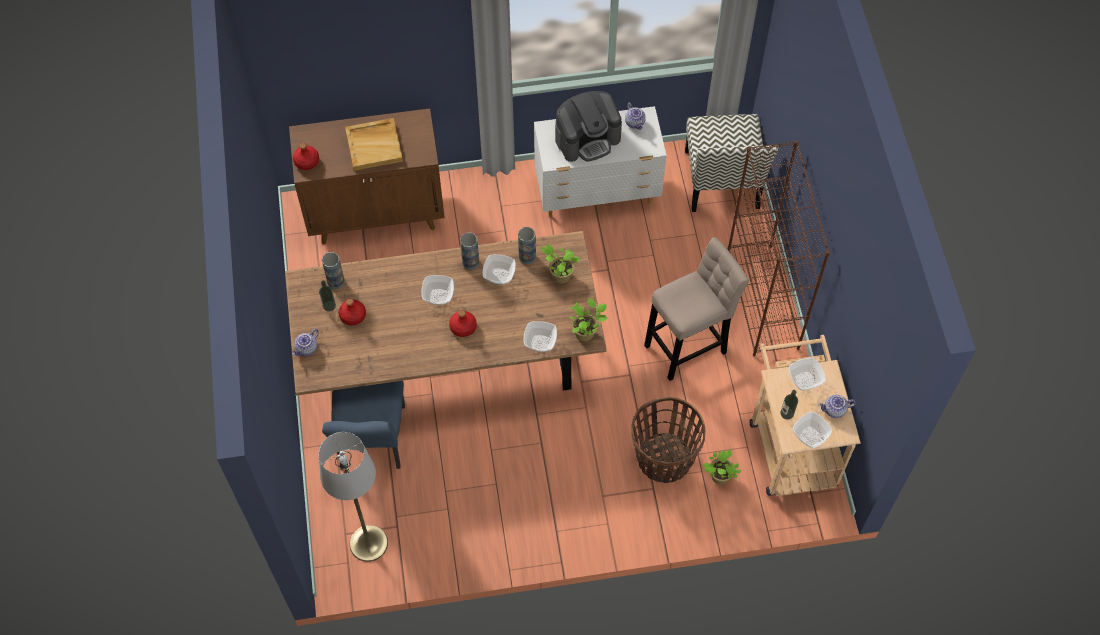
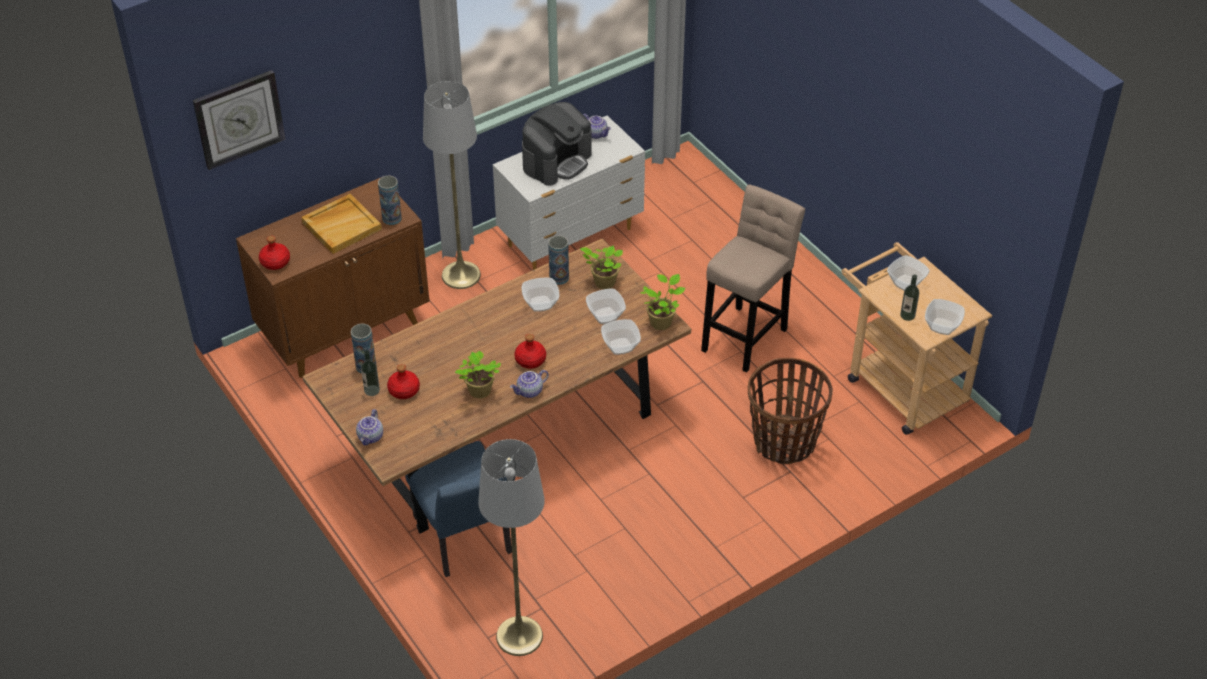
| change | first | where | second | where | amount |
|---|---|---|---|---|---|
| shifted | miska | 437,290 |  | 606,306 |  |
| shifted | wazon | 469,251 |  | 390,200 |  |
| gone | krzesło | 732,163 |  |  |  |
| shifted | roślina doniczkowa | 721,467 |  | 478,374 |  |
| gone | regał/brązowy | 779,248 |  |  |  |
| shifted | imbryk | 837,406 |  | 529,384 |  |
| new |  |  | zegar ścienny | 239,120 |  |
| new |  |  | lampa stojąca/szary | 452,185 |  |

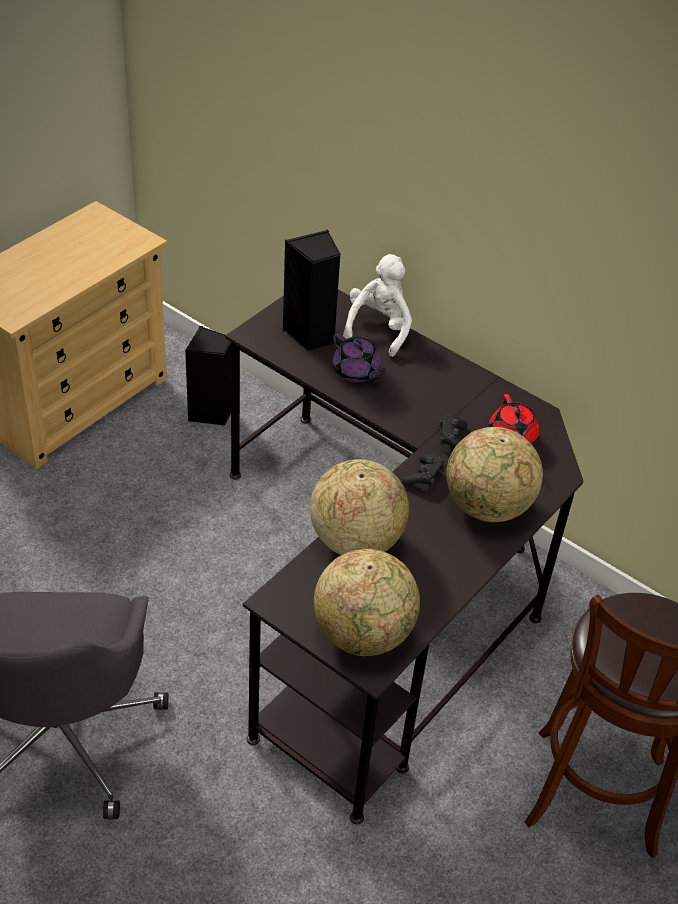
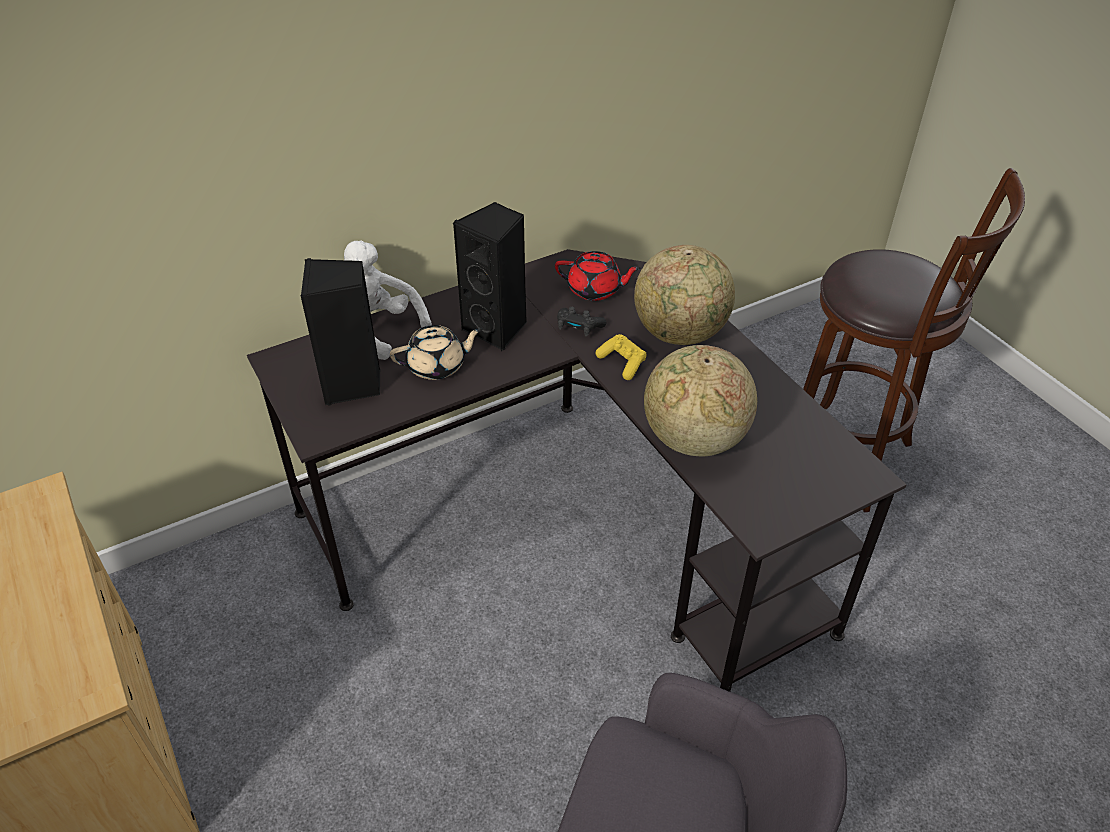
| change | first | where | second | where | amount |
|---|---|---|---|---|---|
| shifted | głośnik/czarny | 208,376 |  | 490,276 |  |
| gone | globus | 367,602 |  |  |  |
| repainted | imbryk/fioletowy | 359,357 | imbryk/beżowy | 436,352 |  |
| repainted | pad do gier/czarny | 424,471 | pad do gier/żółty | 621,357 |  |

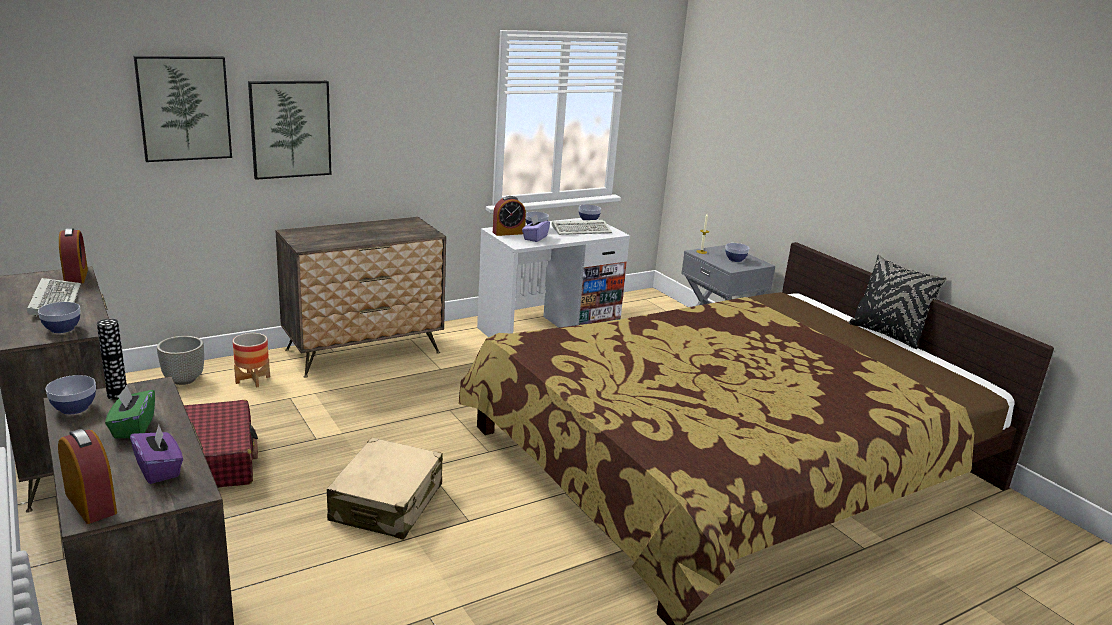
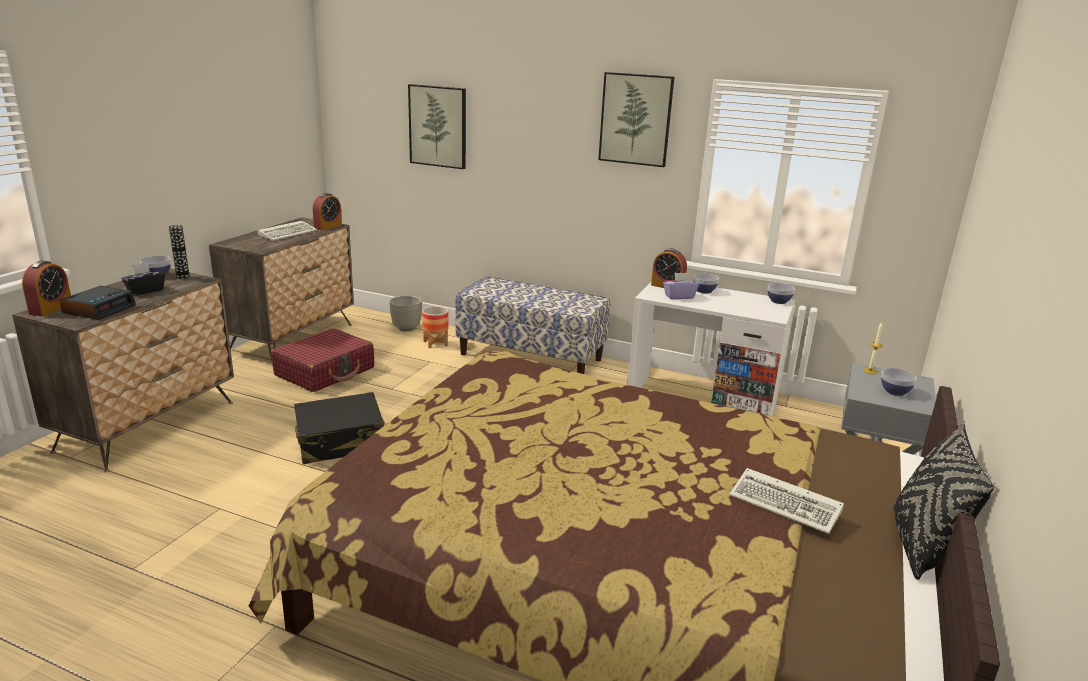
| change | first | where | second | where | amount |
|---|---|---|---|---|---|
| gone | miska | 59,317 |  |  |  |
| repainted | pudełko chusteczek/zielony | 130,411 | pudełko chusteczek/czarny | 143,279 |  |
| swapped | pudełko chusteczek/fioletowy | 156,454 | budzik | 98,303 |  |
| shifted | obraz | 289,130 |  | 636,119 |  |
| swapped | komoda | 360,297 | ławka | 532,325 |  |
| repainted | walizka/beżowy | 385,488 | walizka/czarny | 340,428 |  |
| shifted | klawiatura | 582,227 |  | 786,501 |  |

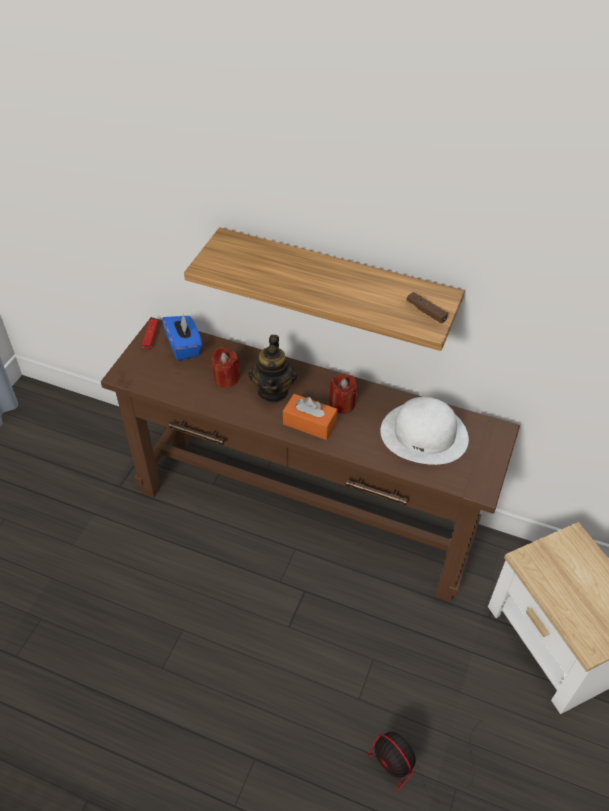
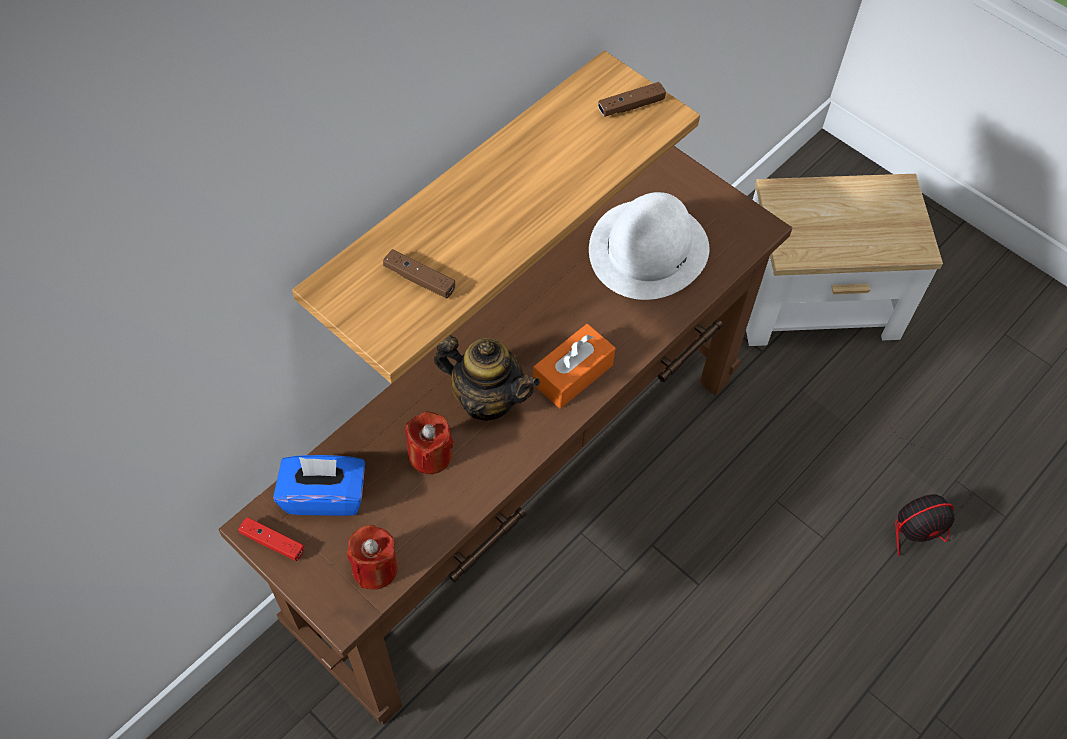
| change | first | where | second | where | amount |
|---|---|---|---|---|---|
| shifted | świeca/czerwony | 343,393 |  | 372,557 |  |
| new |  |  | pad do gier/brązowy | 419,273 |  |

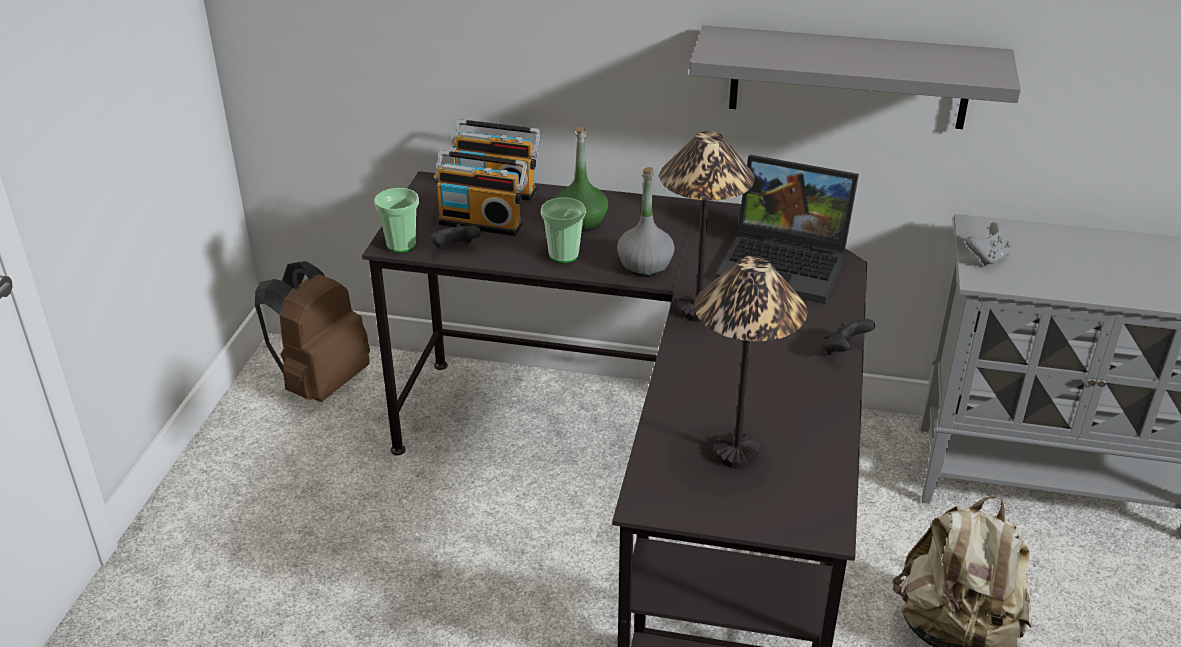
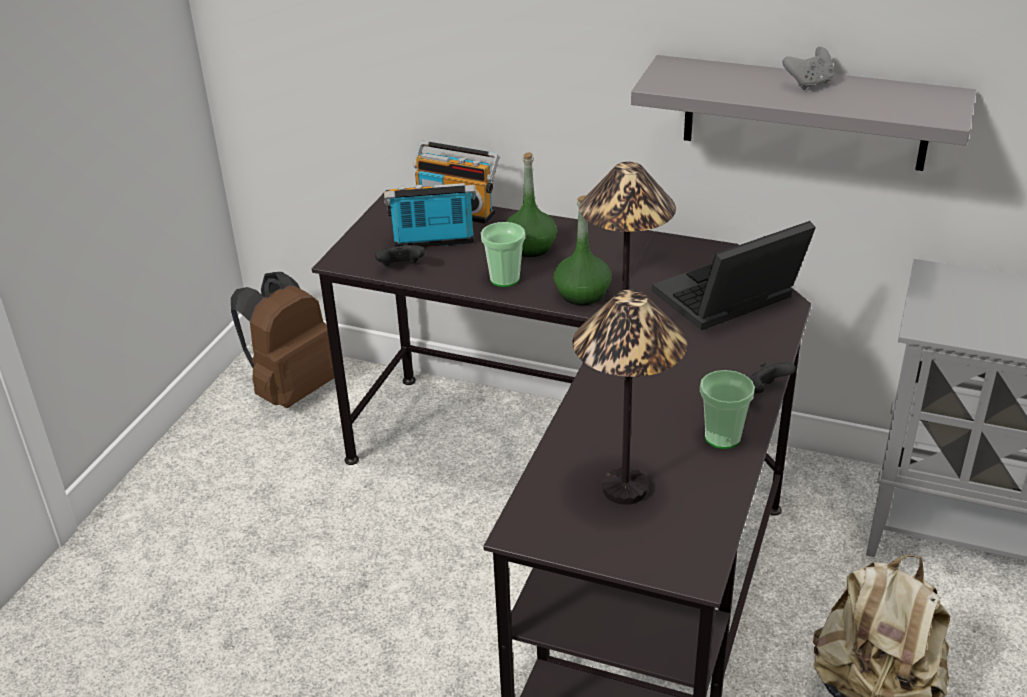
| change | first | where | second | where | amount |
|---|---|---|---|---|---|
| shifted | filiżanka | 396,220 |  | 727,409 |  |
| rotated | radio | 480,193 |  | 430,215 | 150 degrees clockwise |
| repainted | butelka/szary | 646,222 | butelka/zielony | 582,250 |  |
| rotated | laptop | 787,229 |  | 734,275 | 120 degrees clockwise |
| shifted | pad do gier/szary | 988,244 |  | 808,68 |  |

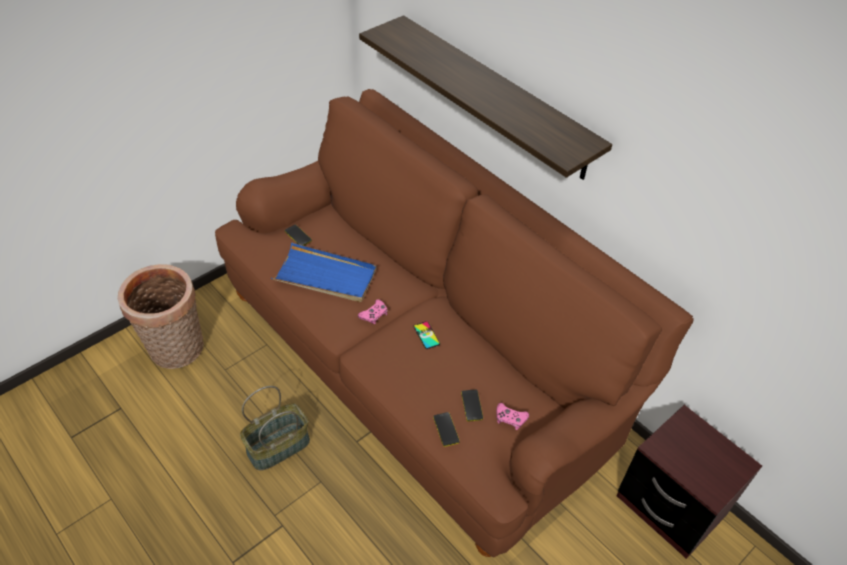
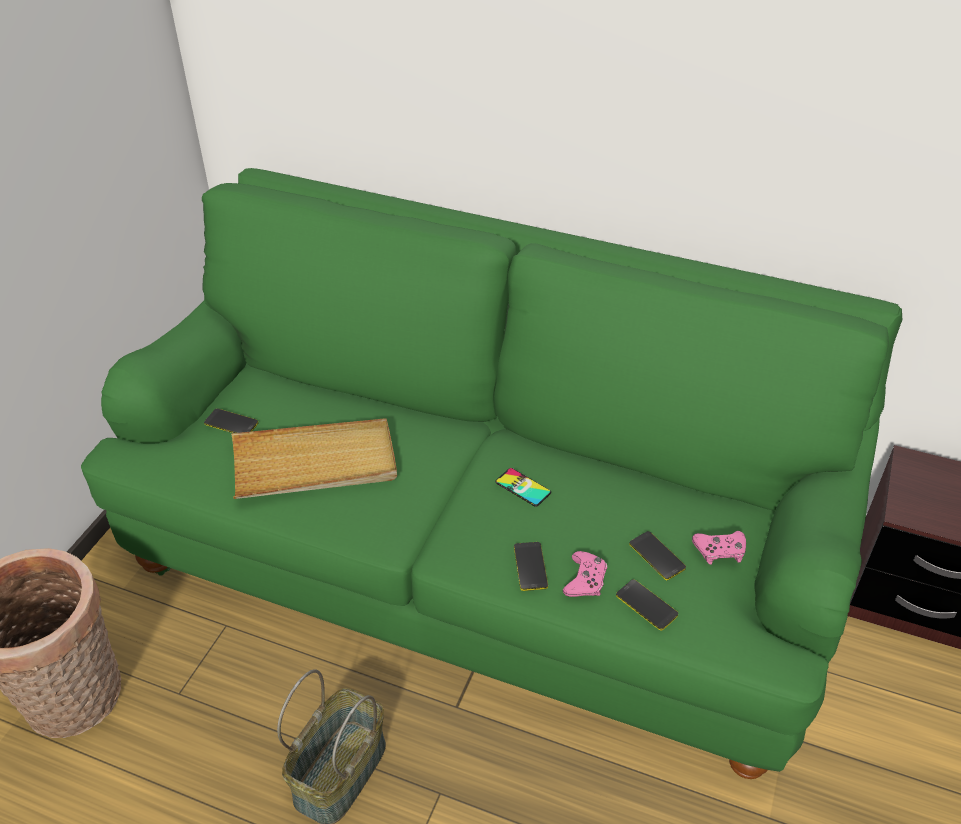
| change | first | where | second | where | amount |
|---|---|---|---|---|---|
| repainted | kanapa/brązowy | 454,323 | kanapa/zielony | 491,473 |  |
| repainted | taca/niebieski | 324,272 | taca/beżowy | 314,458 |  |
| shifted | pad do gier/różowy | 373,311 |  | 585,574 |  |
| gone | półka | 485,97 |  |  |  |
| new |  |  | telefon | 531,566 |  |

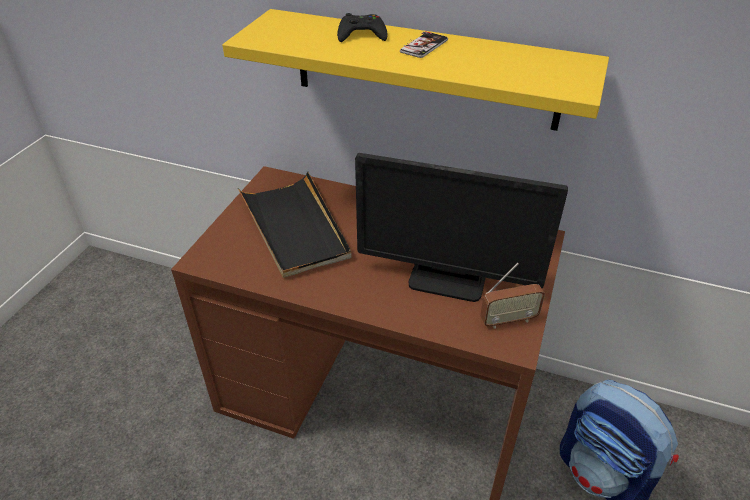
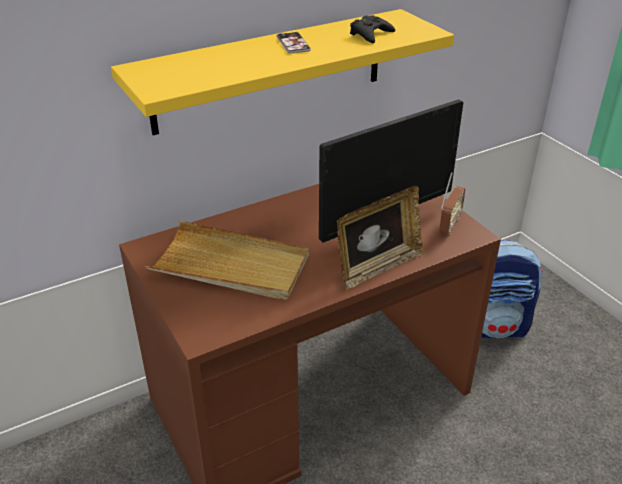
| change | first | where | second | where | amount |
|---|---|---|---|---|---|
| repainted | taca/czarny | 295,224 | taca/beżowy | 226,260 |  |
| shifted | pad do gier/czarny | 362,27 |  | 372,29 |  |
| new |  |  | ramka na zdjęcie | 380,238 |  |

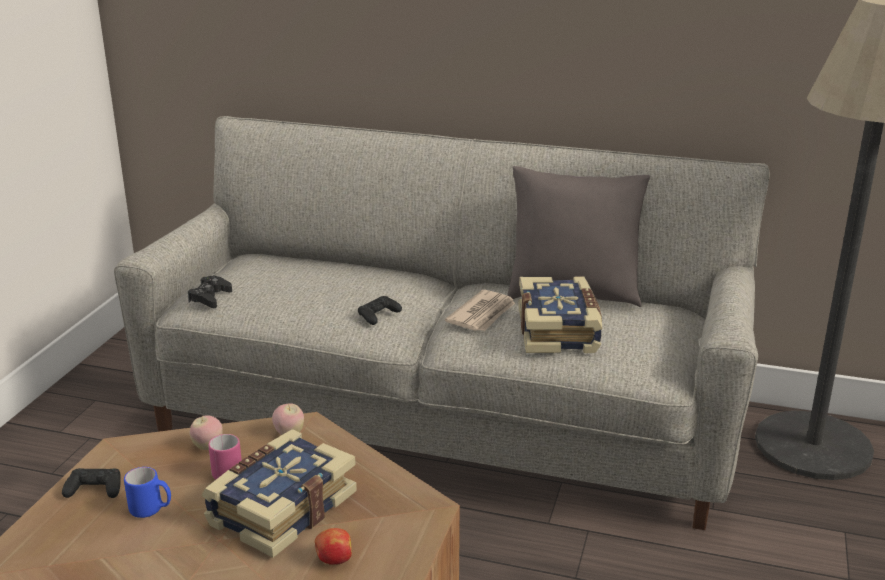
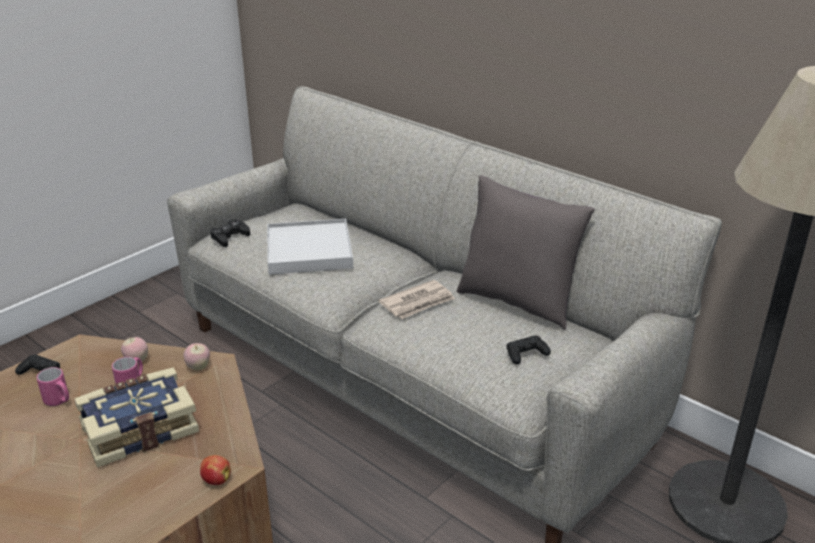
| change | first | where | second | where | amount |
|---|---|---|---|---|---|
| repainted | kubek/niebieski | 147,492 | kubek/różowy | 53,386 |  |
| shifted | jabłko | 333,546 |  | 215,470 |  |
| shifted | pad do gier/czarny | 380,310 |  | 528,349 |  |
| gone | książka | 560,315 |  |  |  |
| new |  |  | taca/biały | 310,247 |  |

